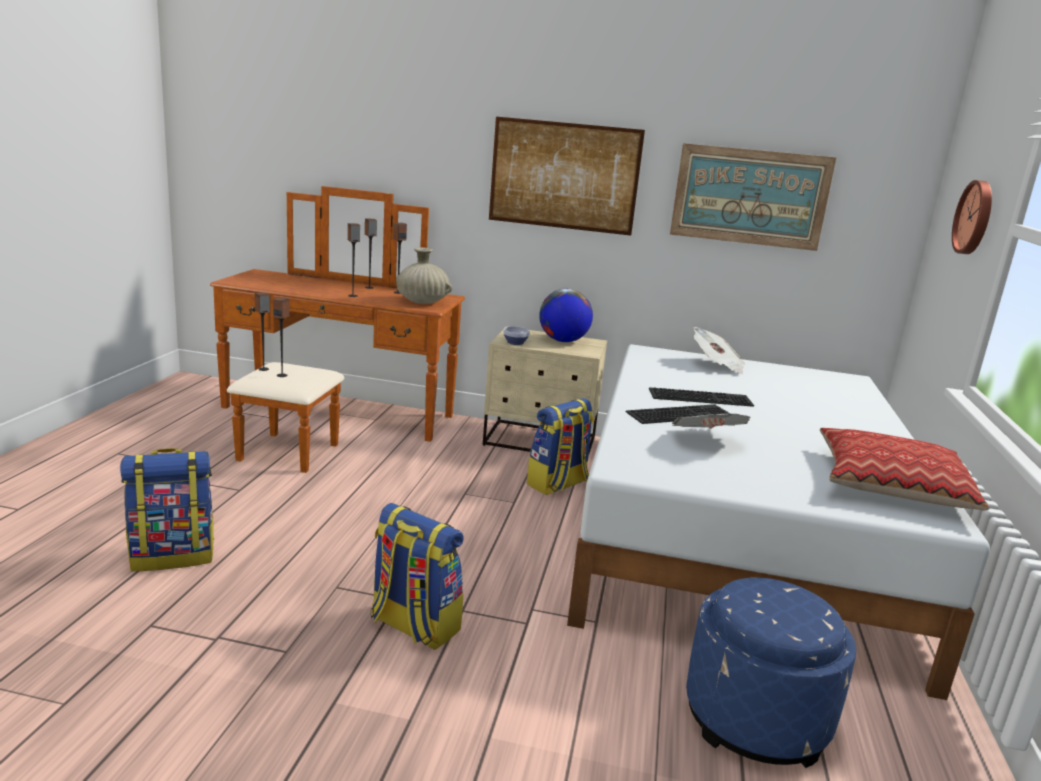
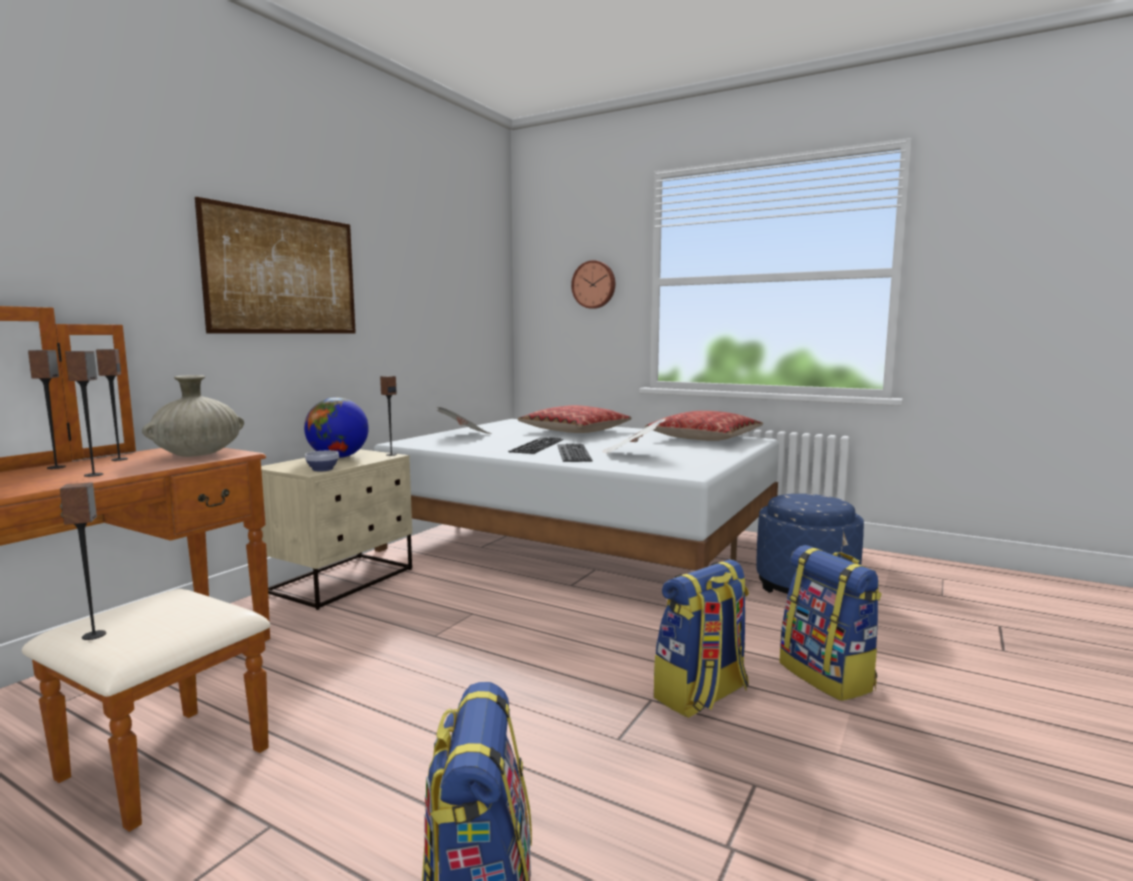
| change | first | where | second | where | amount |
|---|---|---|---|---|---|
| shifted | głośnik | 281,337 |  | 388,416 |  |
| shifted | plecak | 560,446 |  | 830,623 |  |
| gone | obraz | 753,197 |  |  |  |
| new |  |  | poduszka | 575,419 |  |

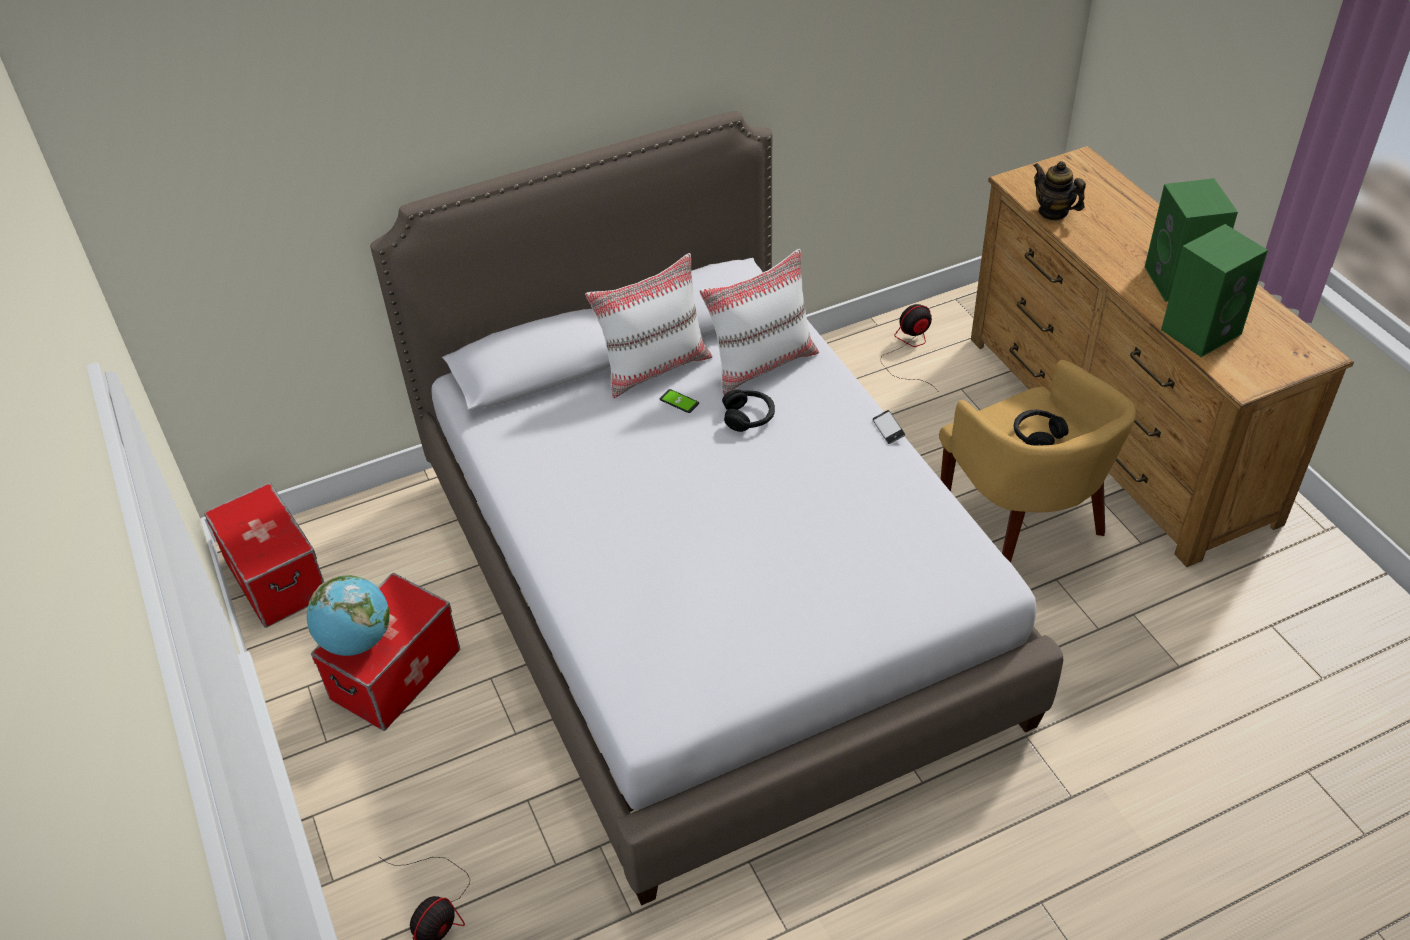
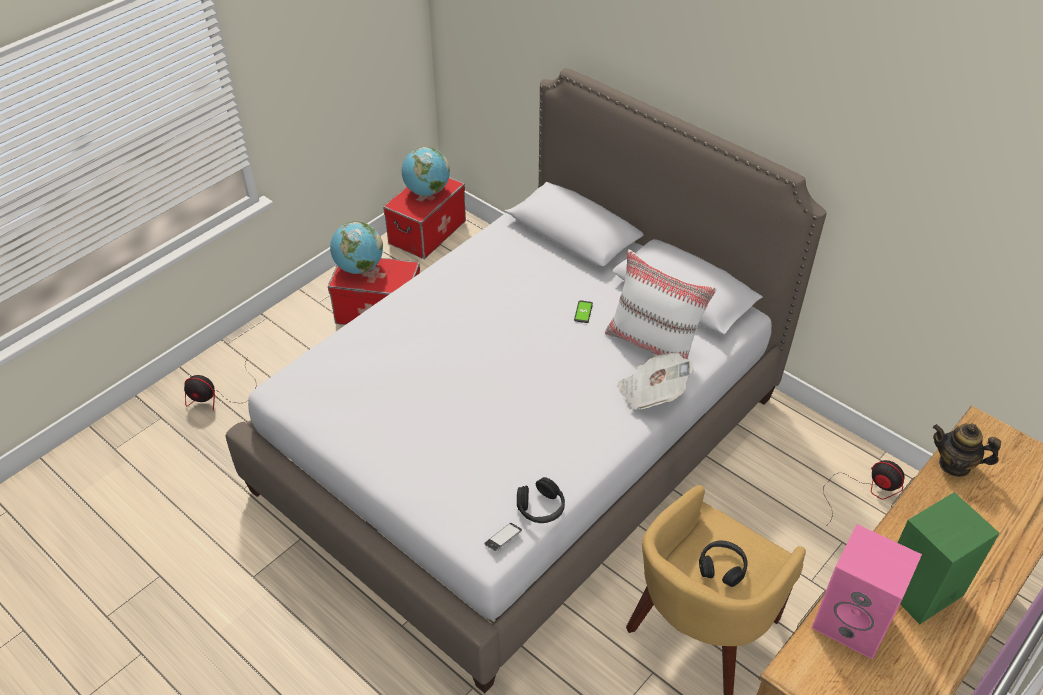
| change | first | where | second | where | amount |
|---|---|---|---|---|---|
| gone | poduszka/biały | 649,325 |  |  |  |
| shifted | słuchawki/czarny | 748,410 |  | 541,500 |  |
| shifted | telefon | 888,427 |  | 503,537 |  |
| rotated | imbryk | 1059,190 |  | 967,450 | 90 degrees counterclockwise |
| repainted | głośnik/zielony | 1214,290 | głośnik/różowy | 867,592 |  |
| new |  |  | globus | 426,171 |  |
| new |  |  | gazeta | 655,381 |  |

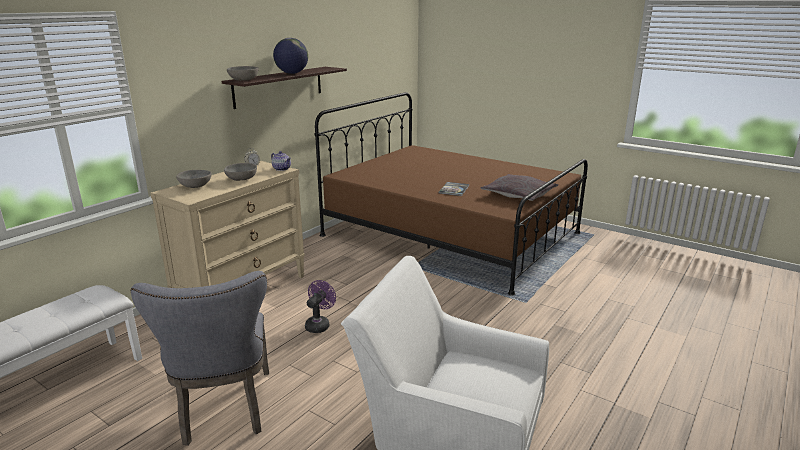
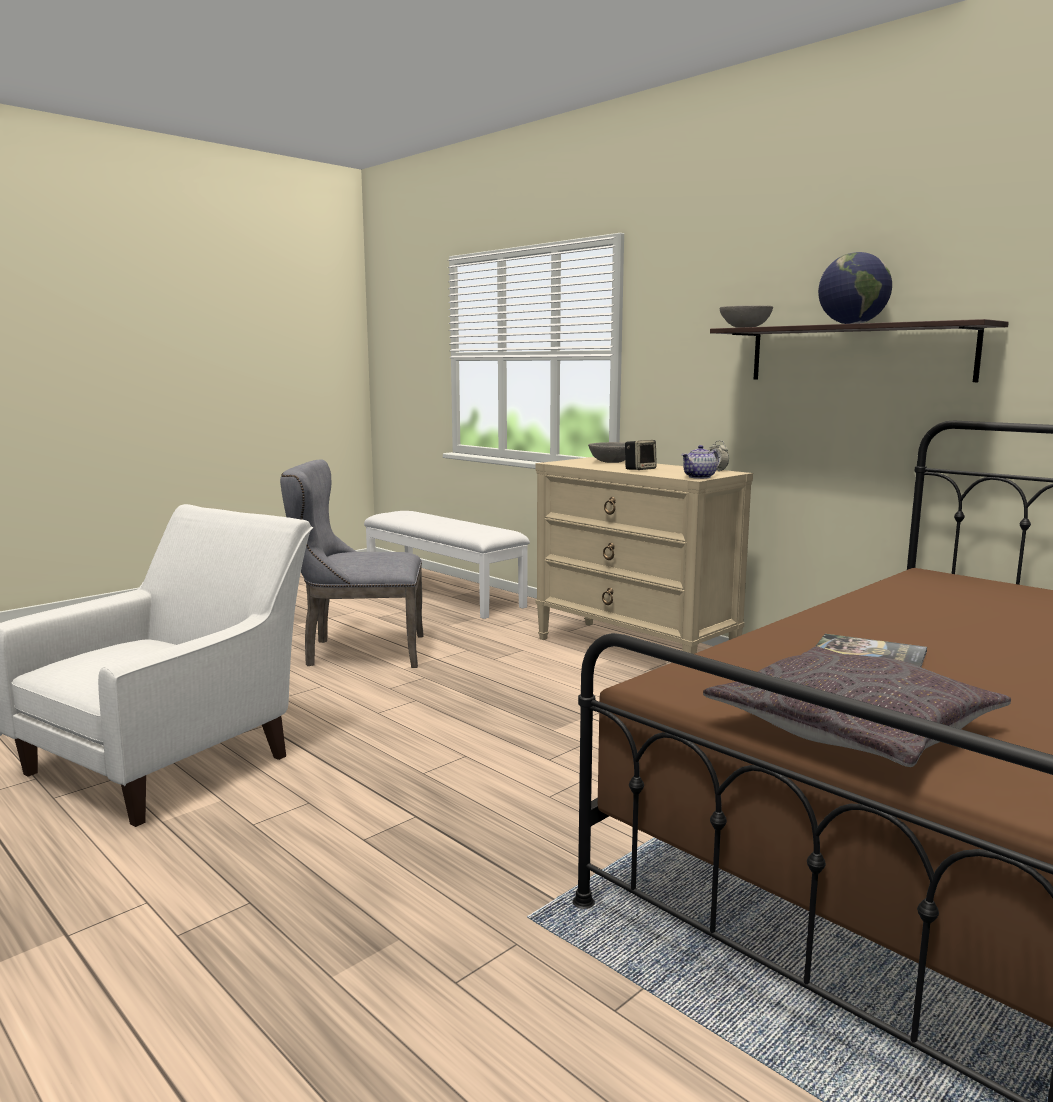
| change | first | where | second | where | amount |
|---|---|---|---|---|---|
| swapped | miska/szary | 240,172 | głośnik | 641,455 |  |
| gone | wentylator/fioletowy | 320,306 |  |  |  |

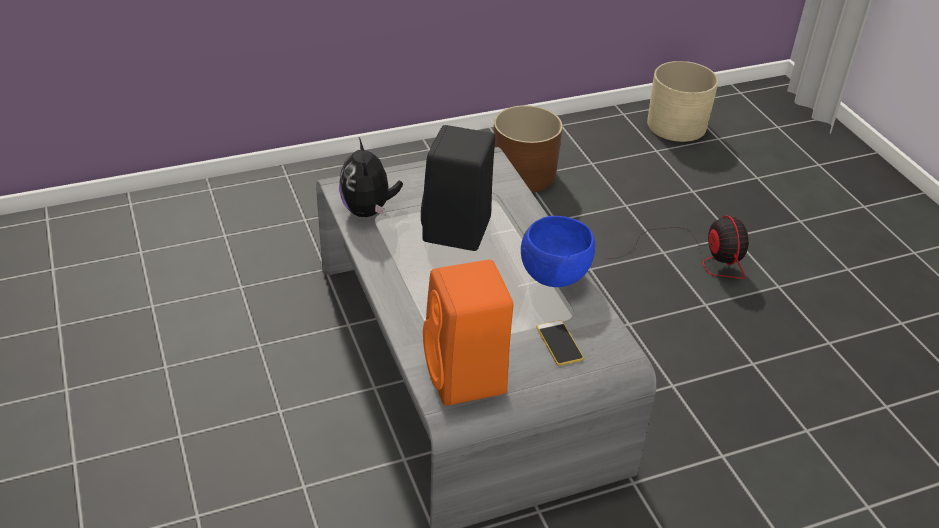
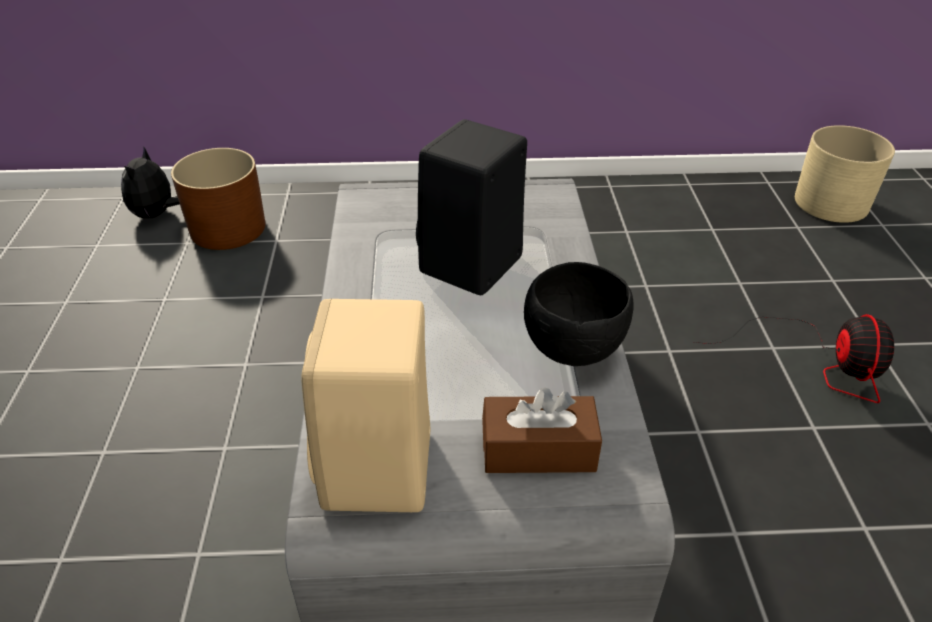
| change | first | where | second | where | amount |
|---|---|---|---|---|---|
| shifted | pluszak | 371,177 |  | 150,182 |  |
| repainted | głośnik/pomarańczowy | 468,333 | głośnik/beżowy | 365,405 |  |
| shifted | donica/brązowy | 528,149 |  | 218,199 |  |
| repainted | miska/niebieski | 558,251 | miska/czarny | 578,314 |  |
| swapped | telefon | 560,343 | pudełko chusteczek/brązowy | 542,430 |  |

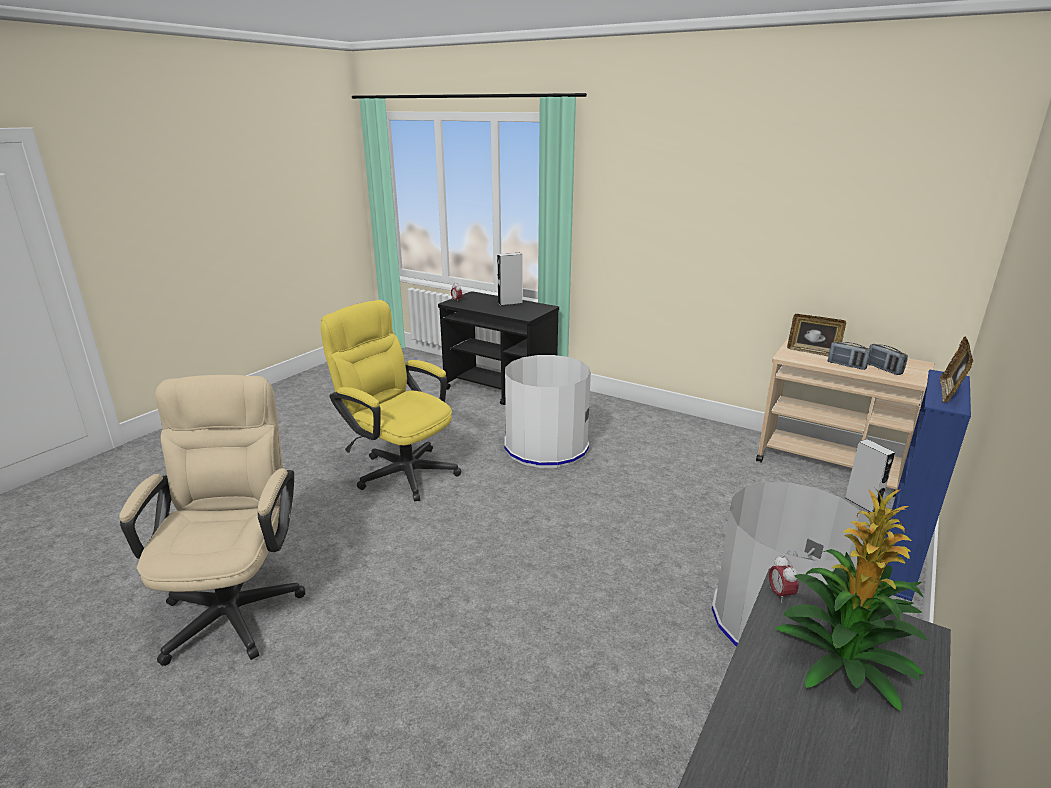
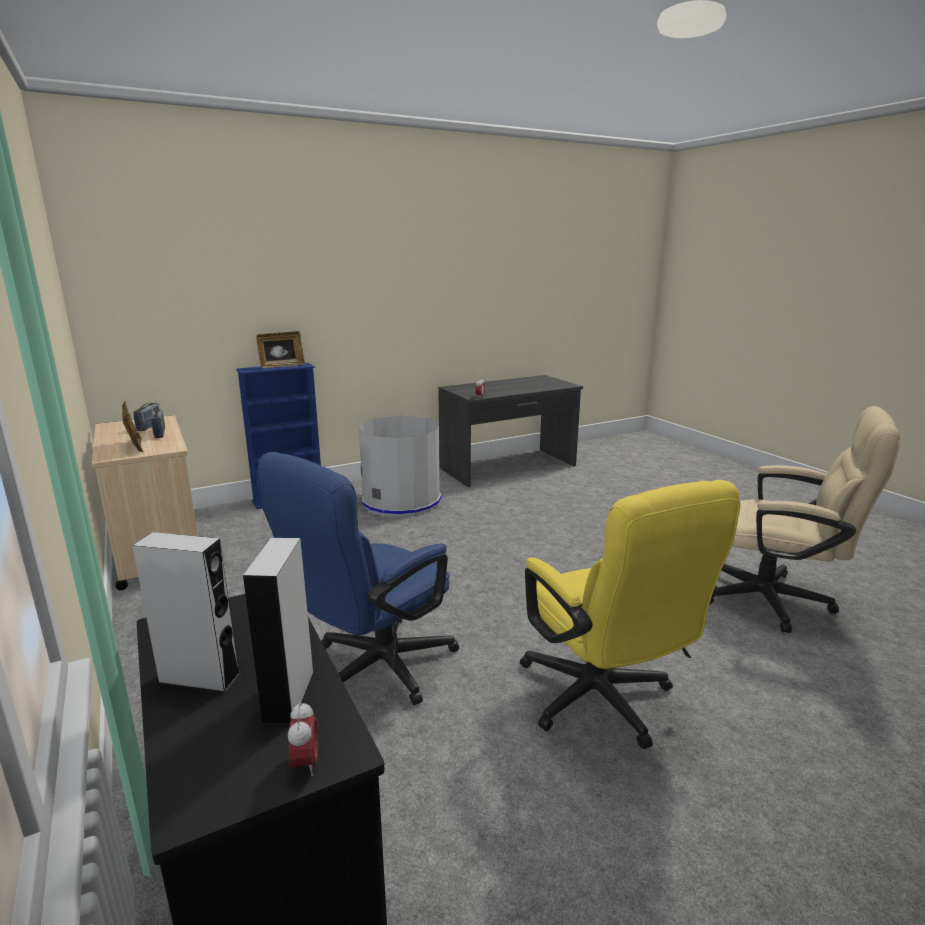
| change | first | where | second | where | amount |
|---|---|---|---|---|---|
| rotated | krzesło biurowe/beżowy | 212,520 |  | 804,519 | 90 degrees counterclockwise |
| swapped | kosz na śmieci/biały | 547,411 | krzesło biurowe/niebieski | 358,578 |  |
| gone | roślina doniczkowa | 851,599 |  |  |  |
| shifted | głośnik/szary | 870,475 |  | 278,631 |  |

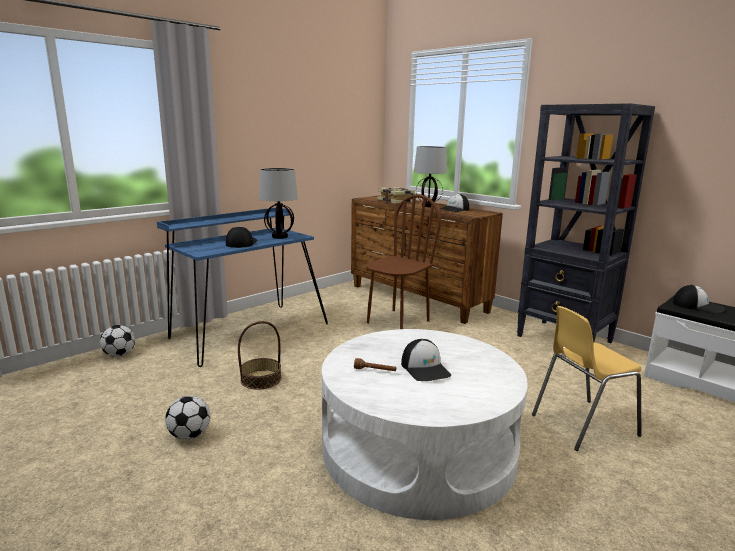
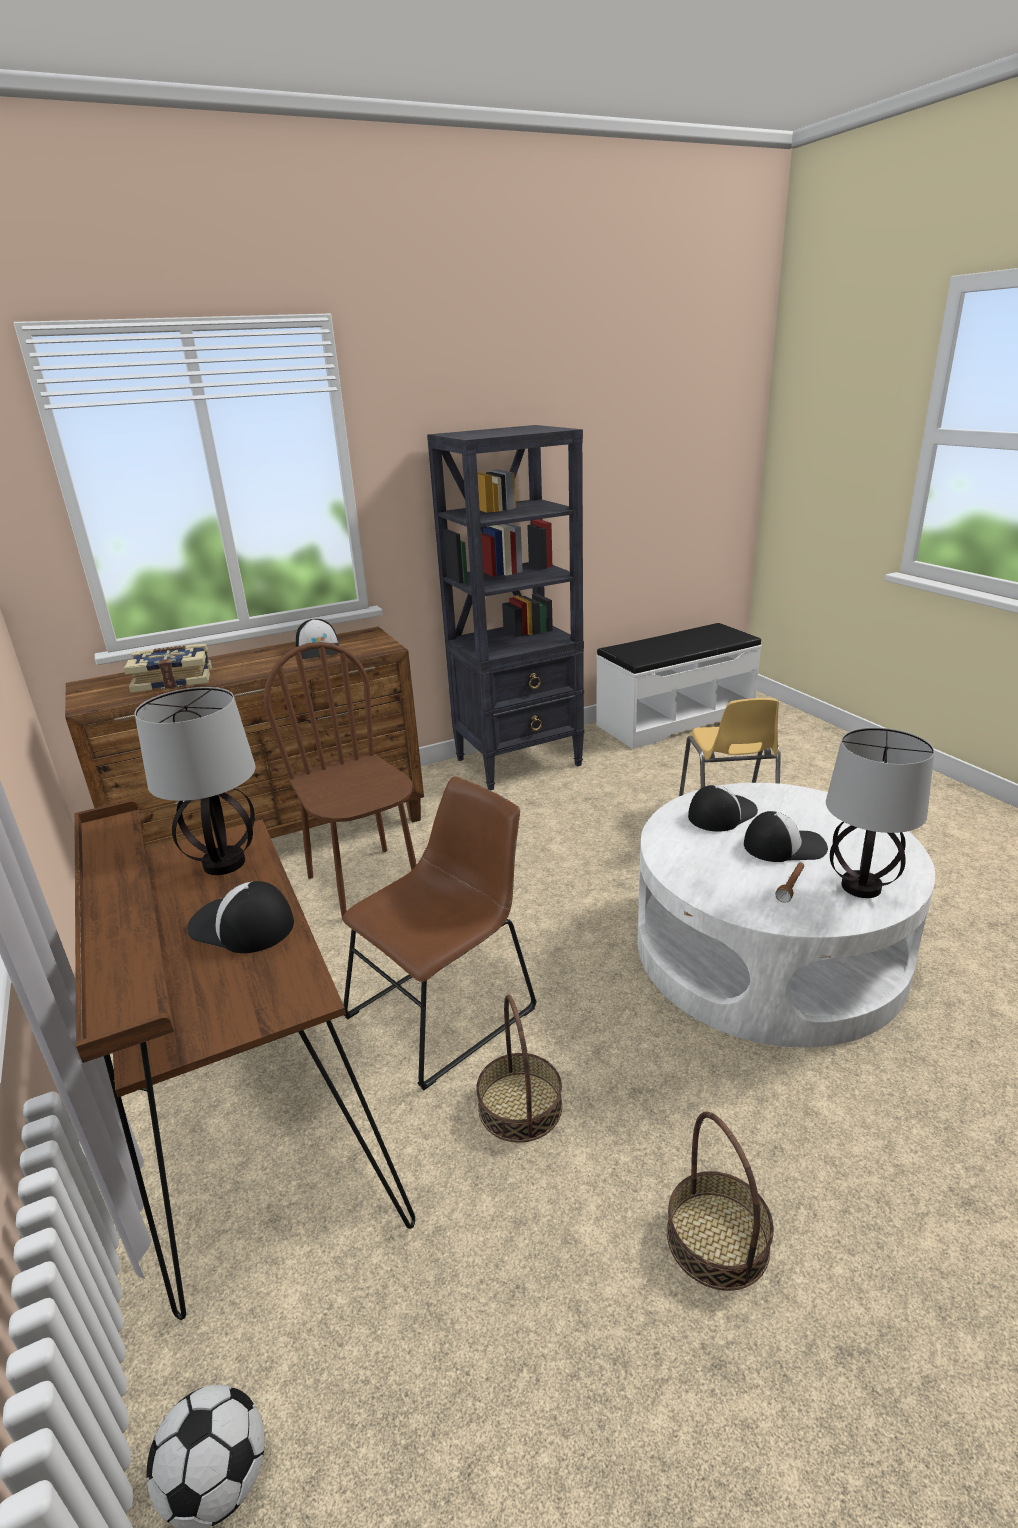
| change | first | where | second | where | amount |
|---|---|---|---|---|---|
| repainted | biurko/niebieski | 242,287 | biurko/brązowy | 244,1060 |  |
| swapped | piłka futbolowa | 187,418 | koszyk | 720,1201 |  |
| shifted | lampa stołowa | 430,176 |  | 880,813 |  |
| shifted | czapka z daszkiem | 699,299 |  | 723,808 |  |
| new |  |  | krzesło/brązowy | 439,933 |  |

